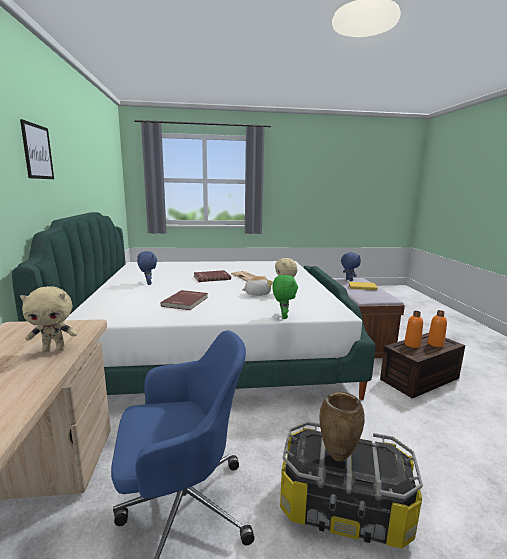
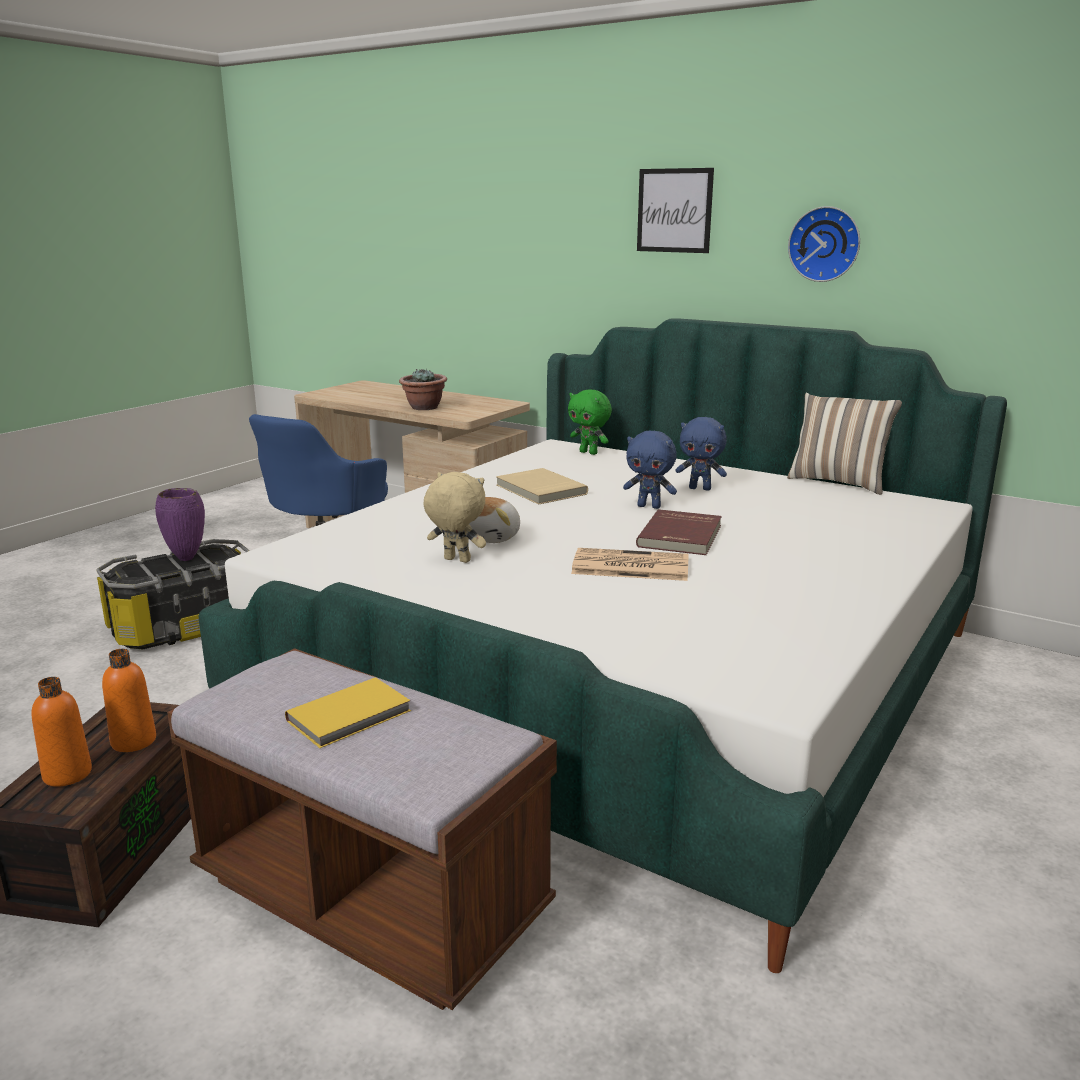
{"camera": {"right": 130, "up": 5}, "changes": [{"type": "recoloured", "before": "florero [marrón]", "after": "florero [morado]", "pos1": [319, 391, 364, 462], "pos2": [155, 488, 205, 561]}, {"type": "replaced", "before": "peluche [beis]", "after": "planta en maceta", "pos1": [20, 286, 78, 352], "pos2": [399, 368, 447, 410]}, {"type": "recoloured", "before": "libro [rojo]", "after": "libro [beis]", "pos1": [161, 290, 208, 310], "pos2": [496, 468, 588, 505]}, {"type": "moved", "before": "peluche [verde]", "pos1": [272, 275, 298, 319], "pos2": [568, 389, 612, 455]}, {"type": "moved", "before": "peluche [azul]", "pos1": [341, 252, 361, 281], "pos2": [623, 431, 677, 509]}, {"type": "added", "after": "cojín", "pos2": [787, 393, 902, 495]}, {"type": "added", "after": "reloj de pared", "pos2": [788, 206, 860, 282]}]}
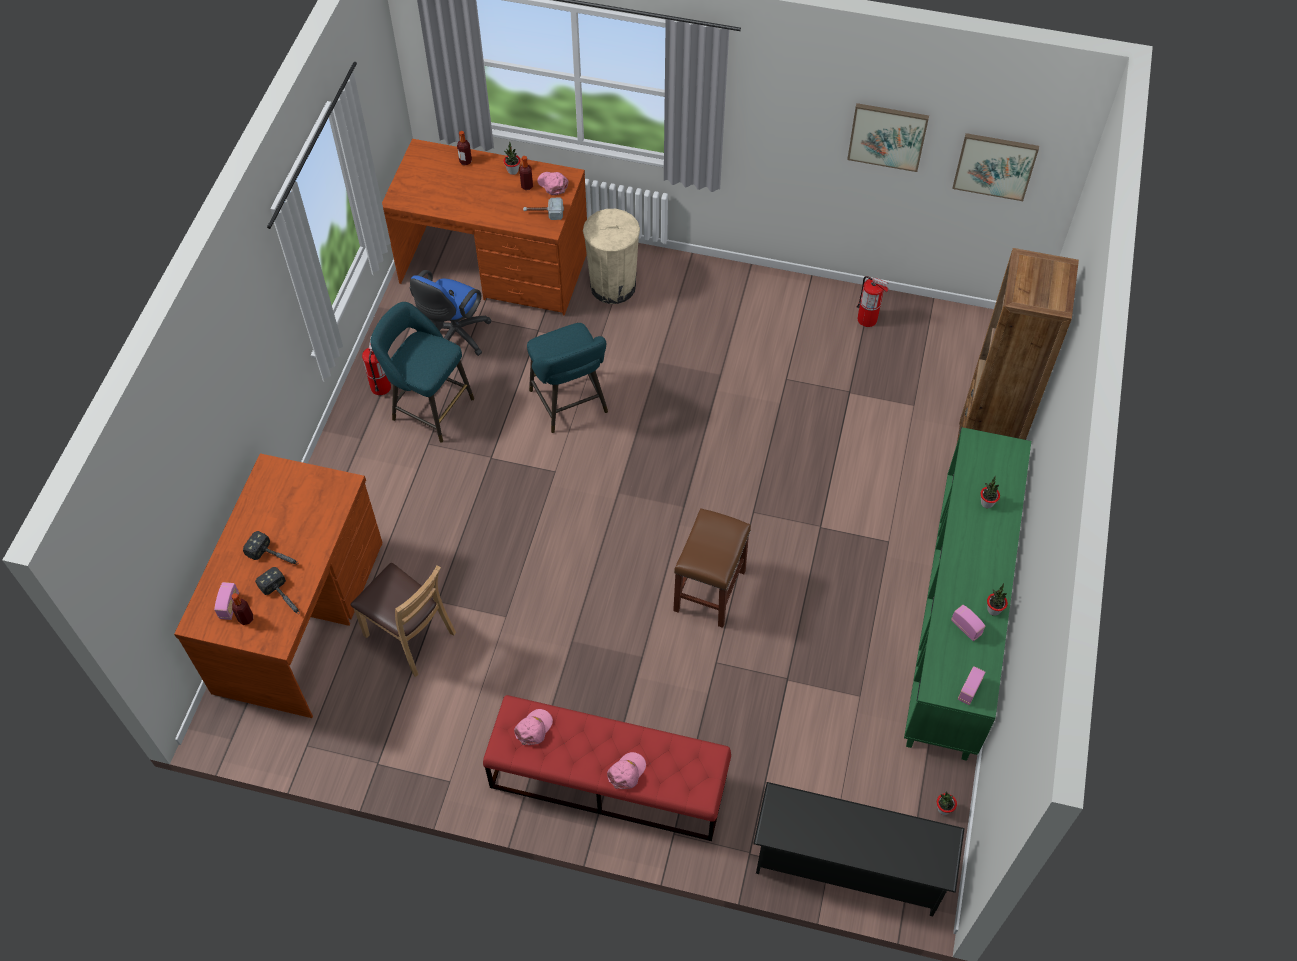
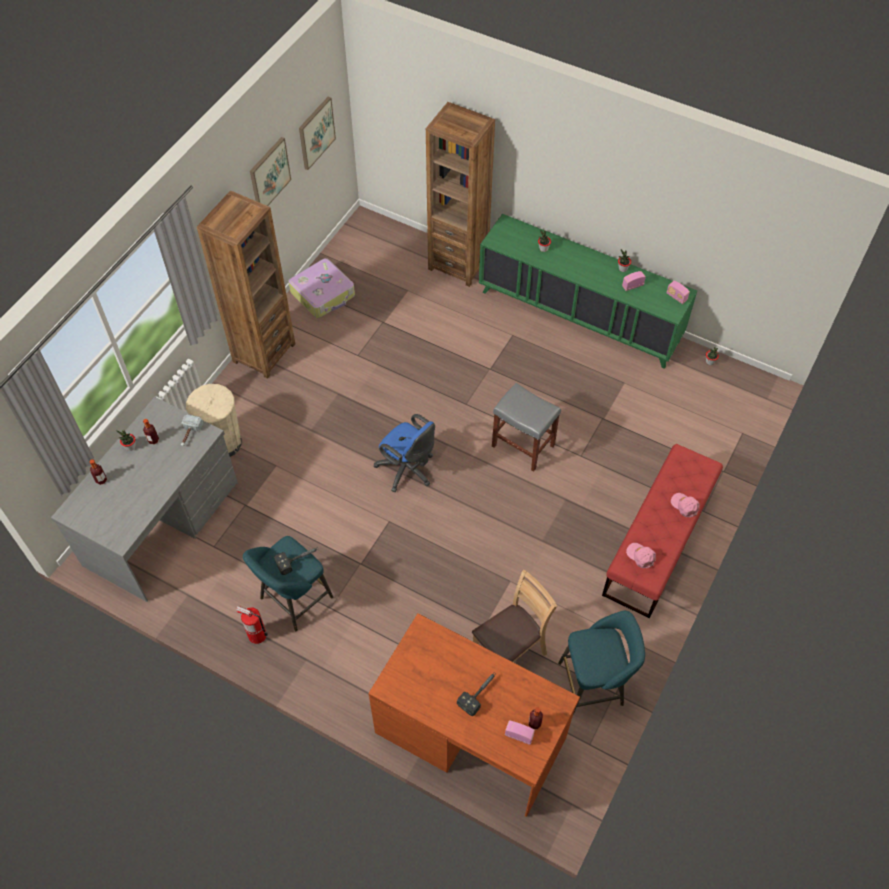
{"camera": {"right": -75, "up": 0}, "changes": [{"type": "recoloured", "before": "escritorio [marrón]", "after": "escritorio [gris]", "pos1": [382, 139, 587, 316], "pos2": [51, 397, 238, 602]}, {"type": "added", "after": "estantería [marrón]", "pos2": [197, 191, 295, 379]}, {"type": "moved", "before": "martillo", "pos1": [255, 567, 300, 613], "pos2": [274, 548, 319, 575]}, {"type": "replaced", "before": "extintor", "after": "maleta", "pos1": [857, 276, 888, 327], "pos2": [288, 258, 355, 318]}, {"type": "moved", "before": "silla de oficina [azul]", "pos1": [409, 270, 491, 356], "pos2": [374, 414, 435, 492]}, {"type": "recoloured", "before": "taburete [marrón]", "after": "taburete [gris]", "pos1": [673, 508, 751, 628], "pos2": [492, 383, 561, 471]}, {"type": "moved", "before": "taburete [turquesa]", "pos1": [527, 323, 608, 433], "pos2": [558, 611, 645, 714]}, {"type": "removed", "before": "gorra [rosa]", "pos1": [537, 172, 569, 195]}, {"type": "removed", "before": "zapatero [negro]", "pos1": [753, 782, 965, 916]}]}
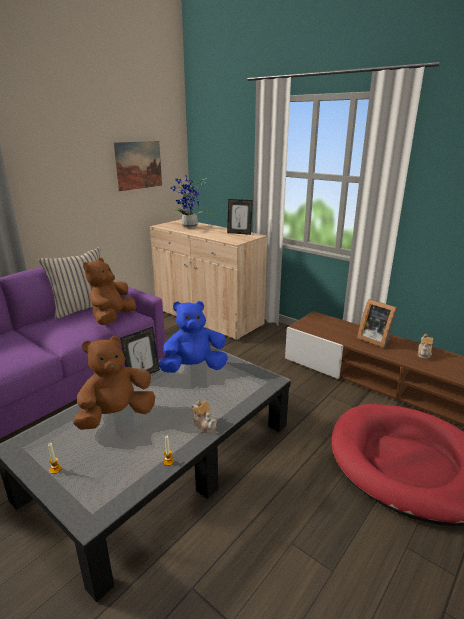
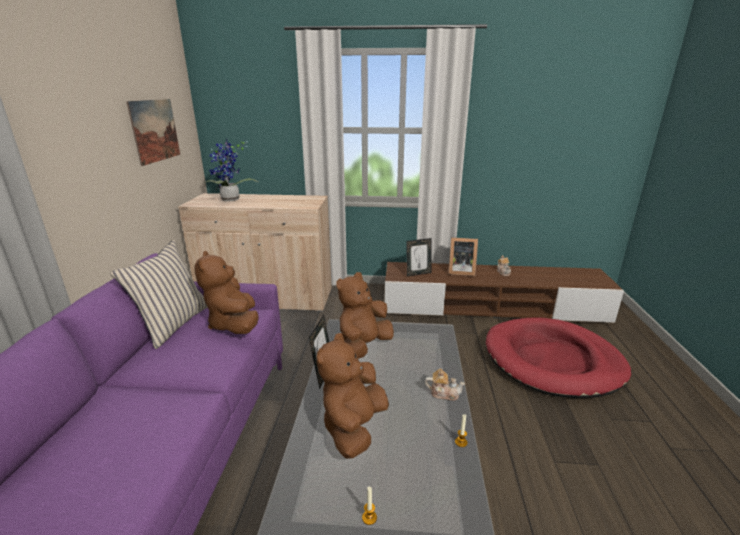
{"camera": {"right": -35, "up": 0}, "changes": [{"type": "recoloured", "before": "peluche [azul]", "after": "peluche [marrón]", "pos1": [158, 301, 228, 373], "pos2": [336, 272, 394, 359]}, {"type": "moved", "before": "portarretratos", "pos1": [227, 199, 253, 235], "pos2": [406, 238, 432, 276]}]}
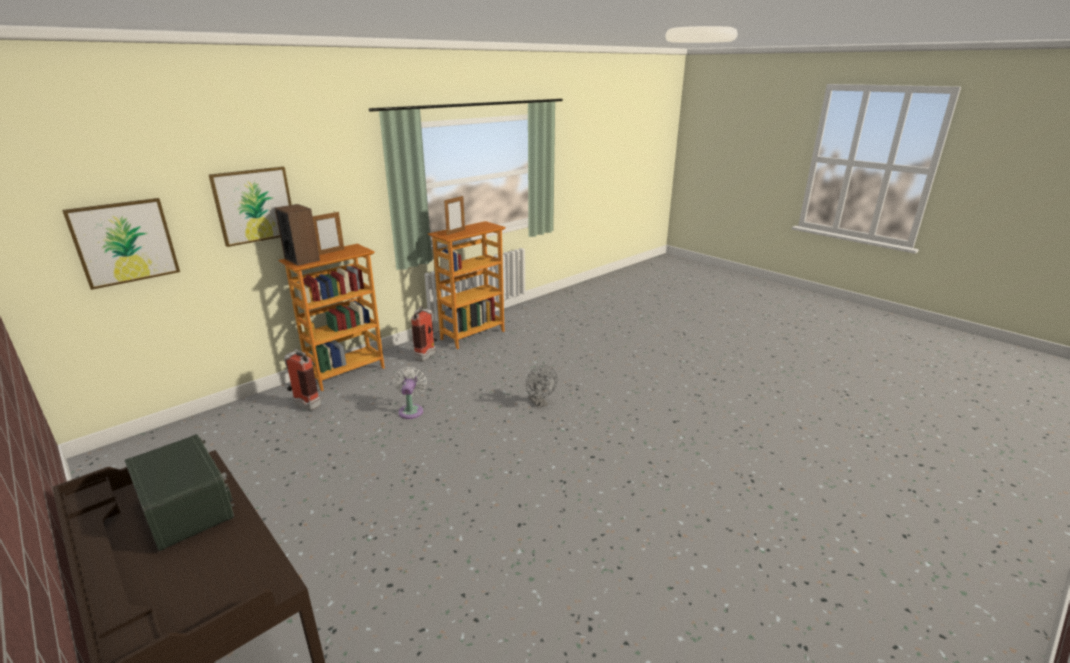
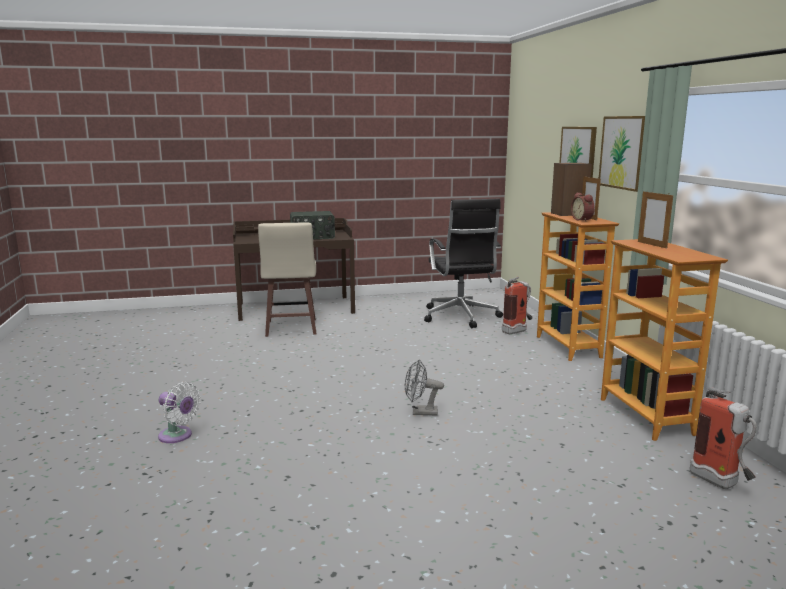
{"camera": {"right": 120, "up": -10}, "changes": [{"type": "moved", "before": "ventilador [blanco]", "pos1": [393, 367, 427, 419], "pos2": [158, 382, 200, 443]}, {"type": "added", "after": "taburete [beis]", "pos2": [258, 222, 317, 337]}, {"type": "added", "after": "silla de oficina [negro]", "pos2": [424, 199, 503, 328]}, {"type": "added", "after": "despertador", "pos2": [571, 193, 595, 221]}, {"type": "moved", "before": "cuadro", "pos1": [62, 198, 180, 290], "pos2": [599, 116, 645, 192]}, {"type": "moved", "before": "extintor", "pos1": [411, 306, 438, 361], "pos2": [690, 387, 757, 489]}]}
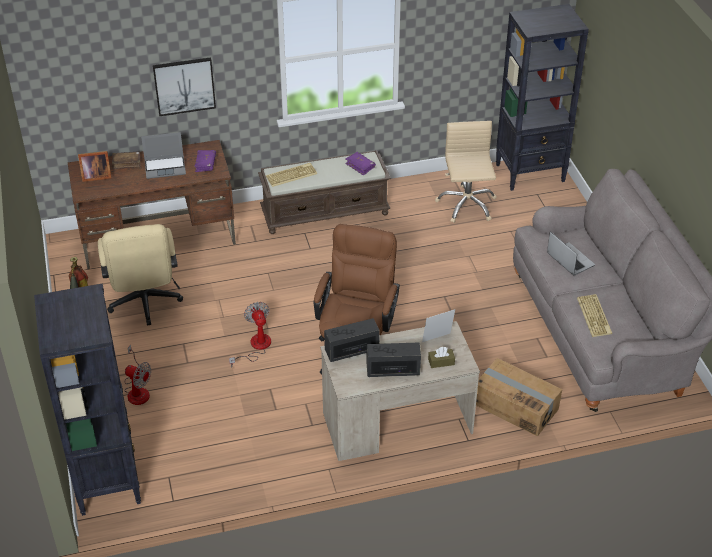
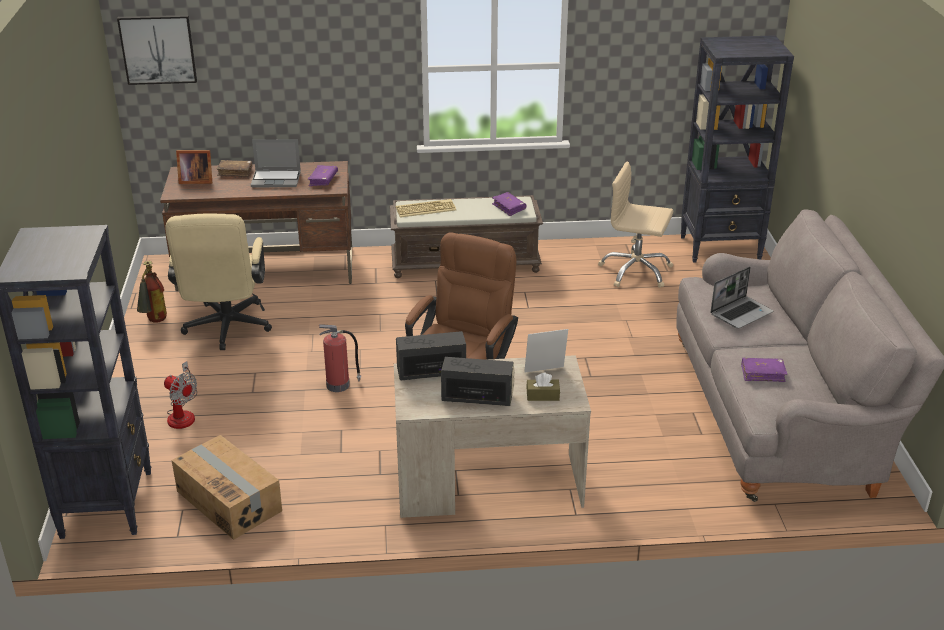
{"camera": {"right": 10, "up": -10}, "changes": [{"type": "moved", "before": "cuadro", "pos1": [153, 57, 216, 116], "pos2": [117, 15, 197, 85]}, {"type": "moved", "before": "caja de cartón", "pos1": [476, 358, 562, 437], "pos2": [171, 435, 282, 540]}, {"type": "replaced", "before": "ventilador", "after": "extintor", "pos1": [229, 302, 271, 368], "pos2": [319, 324, 361, 392]}, {"type": "turned", "before": "silla de oficina [beis]", "pos1": [435, 121, 497, 223], "pos2": [598, 161, 673, 288], "turn": -75}, {"type": "turned", "before": "portátil", "pos1": [547, 232, 595, 276], "pos2": [710, 267, 773, 329], "turn": 75}, {"type": "replaced", "before": "teclado", "after": "libro [morado]", "pos1": [577, 294, 612, 337], "pos2": [741, 358, 787, 382]}]}
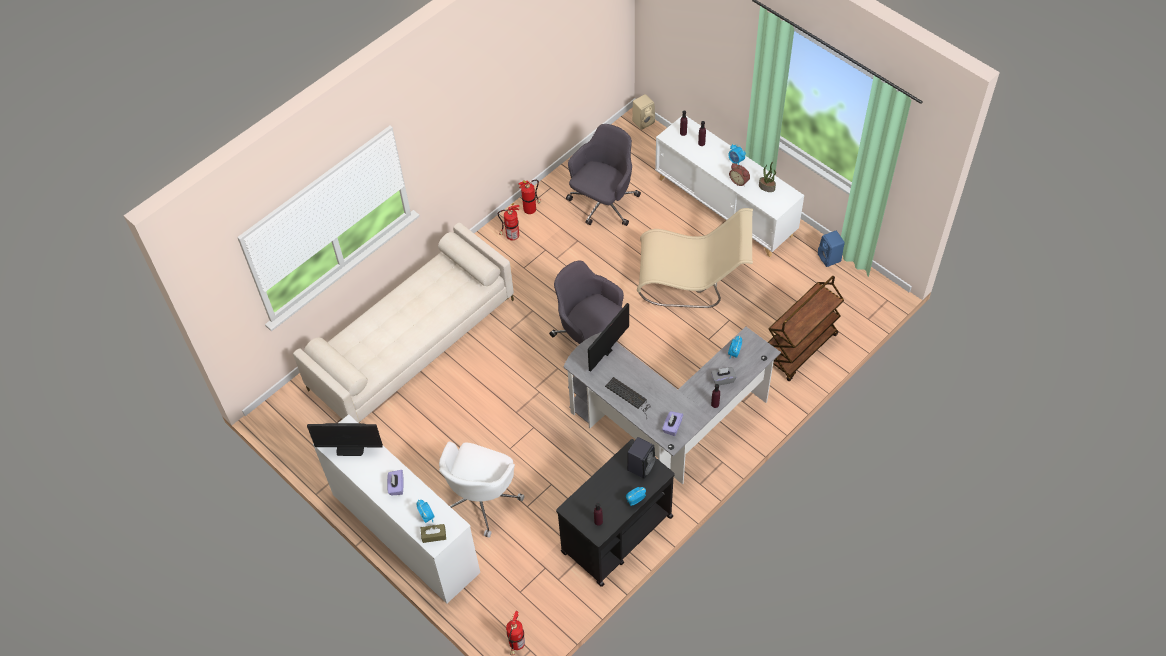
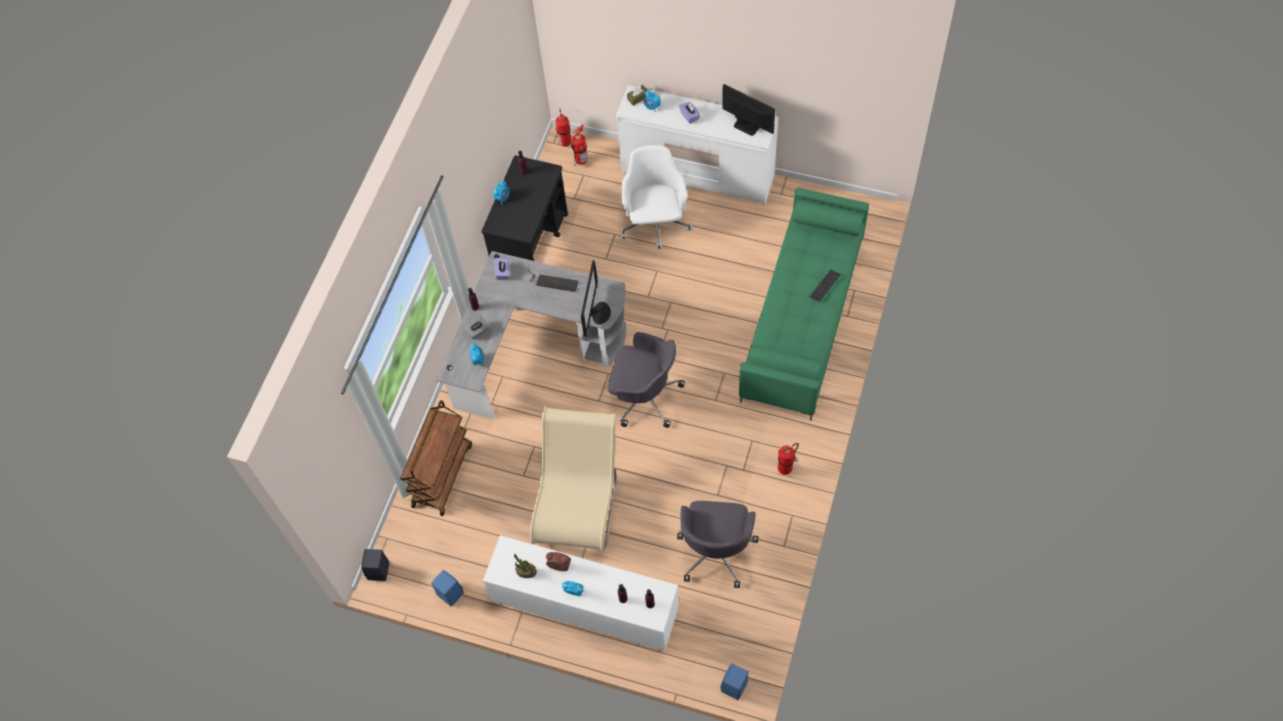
{"camera": {"right": 155, "up": 5}, "changes": [{"type": "moved", "before": "altavoz [negro]", "pos1": [627, 437, 656, 479], "pos2": [361, 549, 389, 581]}, {"type": "turned", "before": "silla [beis]", "pos1": [637, 208, 753, 308], "pos2": [530, 407, 617, 551], "turn": 120}, {"type": "moved", "before": "extintor", "pos1": [518, 180, 541, 214], "pos2": [571, 125, 588, 166]}, {"type": "recoloured", "before": "altavoz [beis]", "after": "altavoz [azul]", "pos1": [632, 94, 655, 130], "pos2": [720, 663, 749, 700]}, {"type": "turned", "before": "monitor", "pos1": [307, 423, 383, 456], "pos2": [722, 84, 775, 136], "turn": 60}, {"type": "recoloured", "before": "sofá [beis]", "after": "sofá [verde]", "pos1": [293, 222, 514, 423], "pos2": [739, 188, 869, 421]}, {"type": "added", "after": "teclado", "pos2": [809, 269, 841, 302]}]}
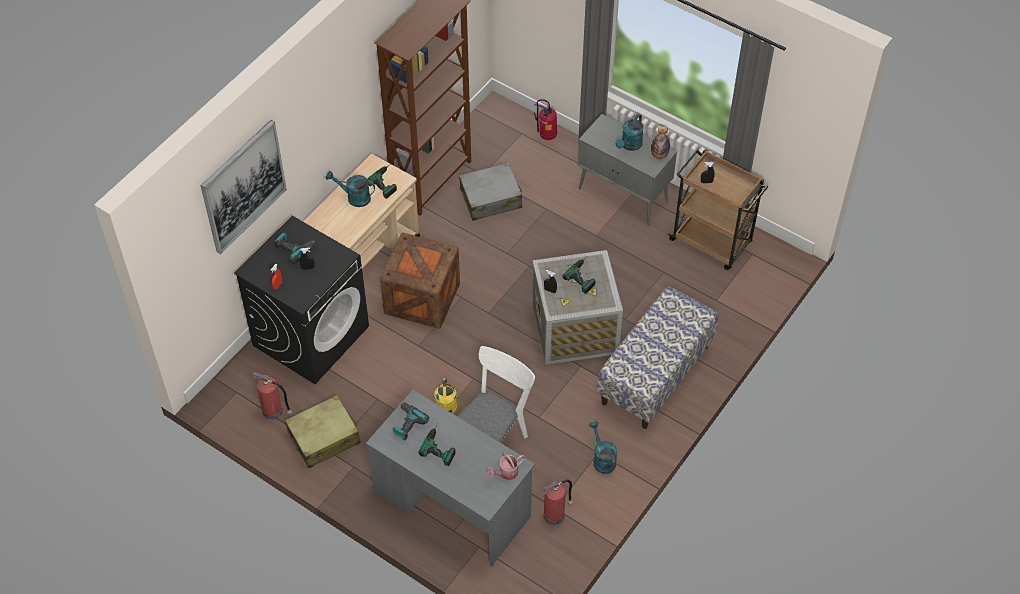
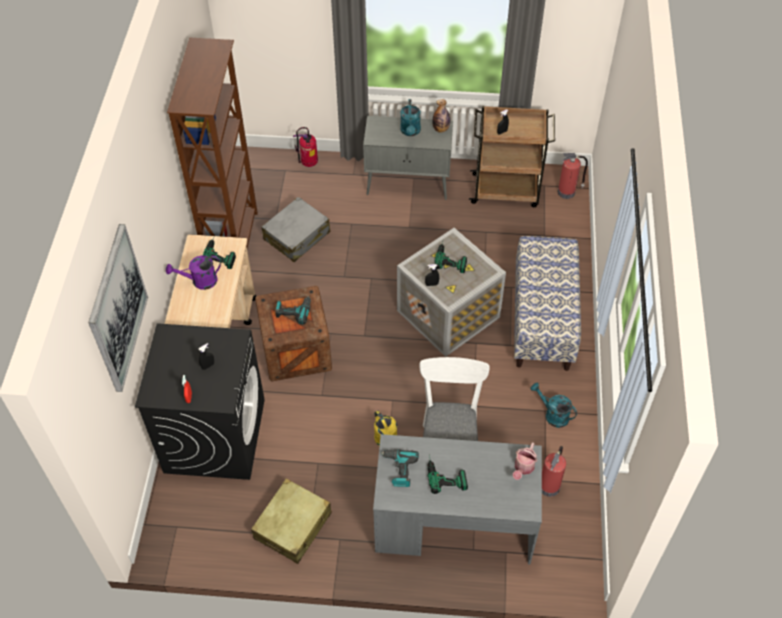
{"camera": {"right": -30, "up": 0}, "changes": [{"type": "recoloured", "before": "regadera [turquesa]", "after": "regadera [morado]", "pos1": [326, 171, 375, 207], "pos2": [166, 255, 221, 290]}, {"type": "moved", "before": "taladro", "pos1": [275, 232, 315, 264], "pos2": [275, 296, 311, 325]}, {"type": "moved", "before": "extintor", "pos1": [252, 371, 292, 420], "pos2": [558, 153, 588, 199]}]}
